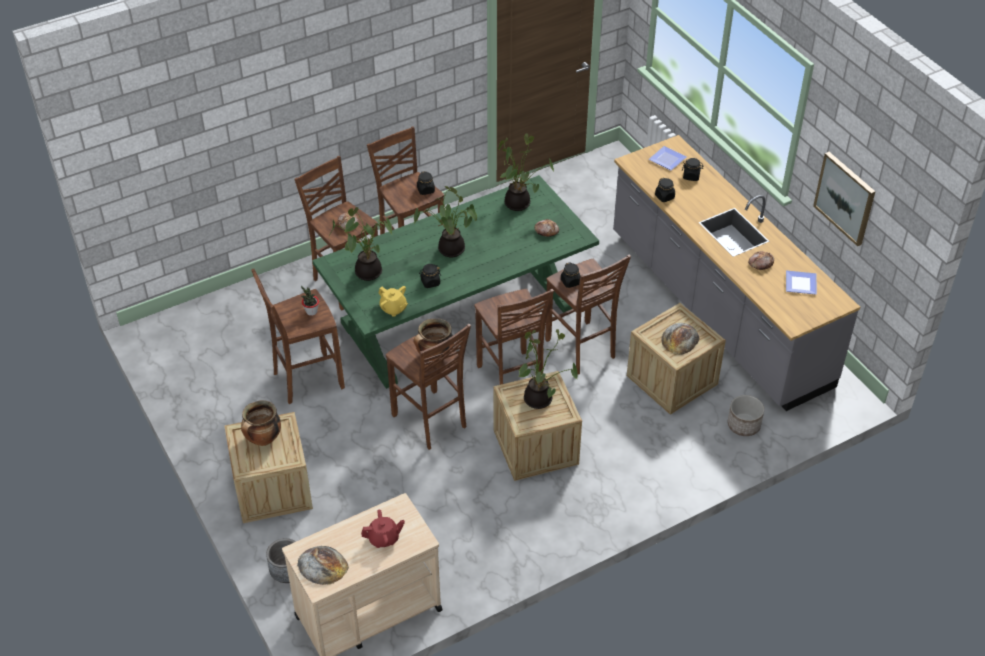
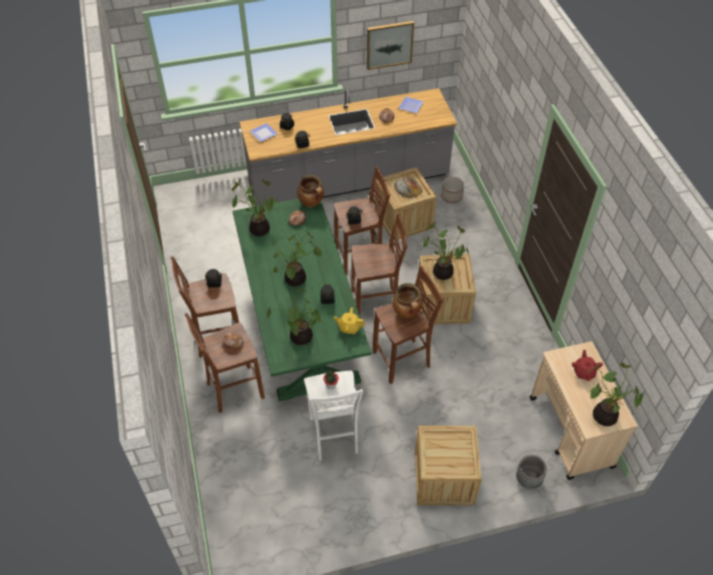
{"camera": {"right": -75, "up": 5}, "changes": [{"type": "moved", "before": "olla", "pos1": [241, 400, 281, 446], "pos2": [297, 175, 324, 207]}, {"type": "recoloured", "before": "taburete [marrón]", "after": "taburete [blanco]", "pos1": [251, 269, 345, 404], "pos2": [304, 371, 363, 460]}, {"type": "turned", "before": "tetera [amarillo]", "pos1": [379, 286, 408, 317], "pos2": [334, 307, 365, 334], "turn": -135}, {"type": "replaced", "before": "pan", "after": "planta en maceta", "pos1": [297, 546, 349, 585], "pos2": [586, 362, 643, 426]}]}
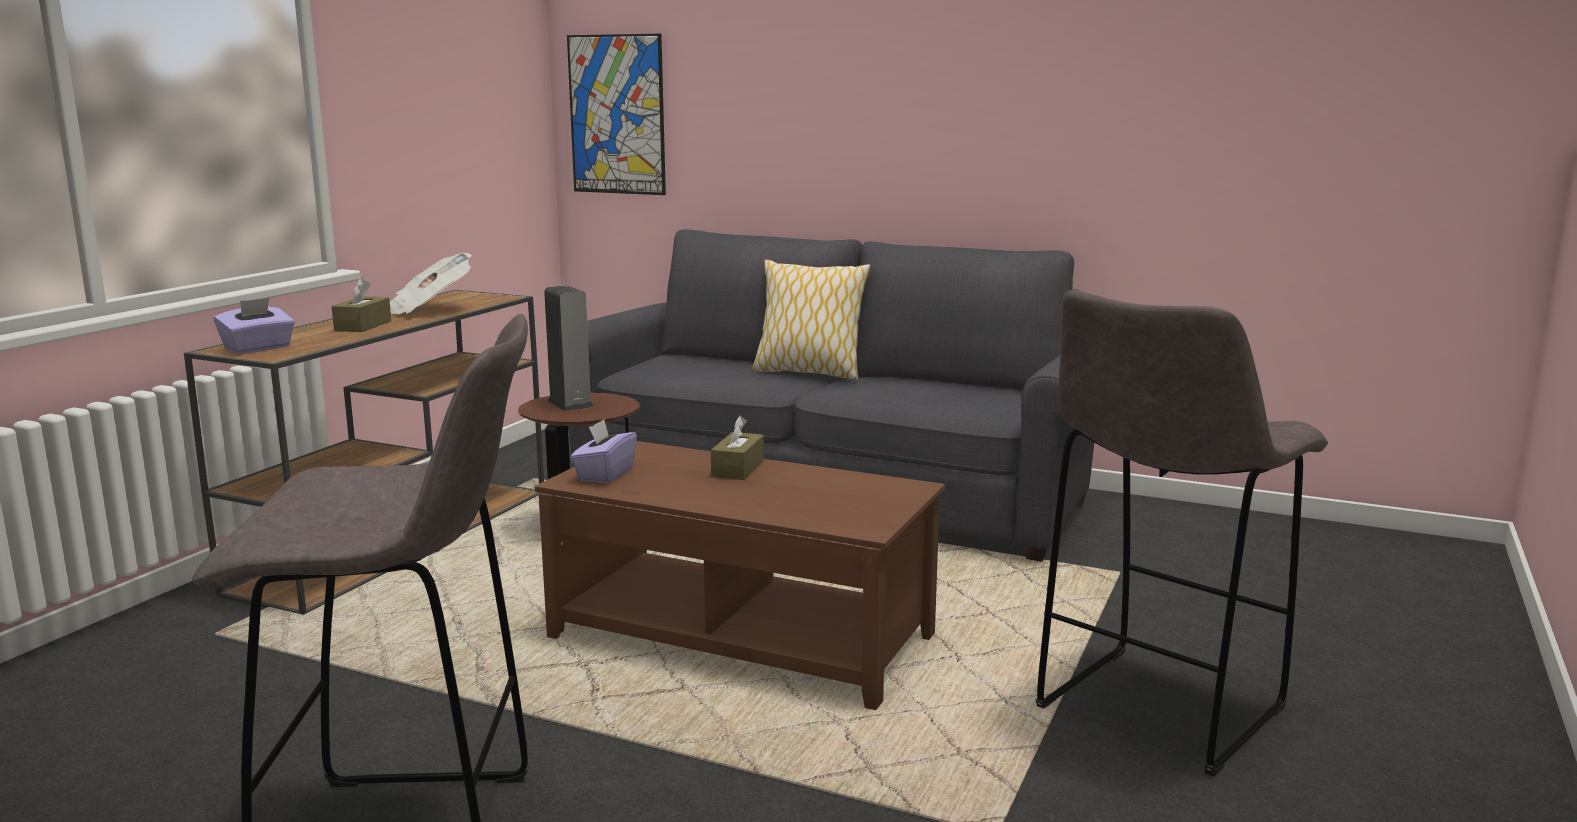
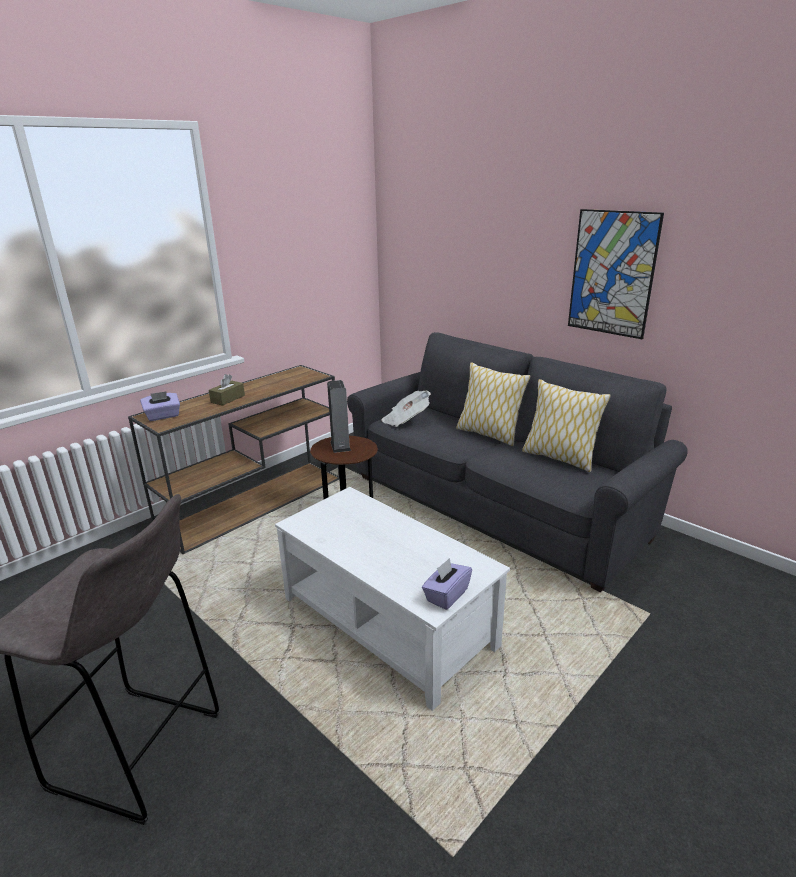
{"camera": {"right": 20, "up": 10}, "changes": [{"type": "recoloured", "before": "mesa de centro [marrón]", "after": "mesa de centro [blanco]", "pos1": [535, 441, 945, 710], "pos2": [275, 487, 510, 711]}, {"type": "moved", "before": "periódico", "pos1": [390, 253, 472, 314], "pos2": [381, 391, 431, 427]}, {"type": "moved", "before": "caja de pañuelos [morado]", "pos1": [570, 419, 637, 484], "pos2": [422, 558, 472, 610]}, {"type": "added", "after": "cojín", "pos2": [522, 379, 611, 472]}, {"type": "moved", "before": "cuadro", "pos1": [567, 34, 666, 195], "pos2": [568, 209, 664, 339]}, {"type": "removed", "before": "caja de pañuelos [marrón]", "pos1": [711, 416, 764, 480]}, {"type": "removed", "before": "taburete [gris]", "pos1": [1036, 290, 1328, 777]}]}
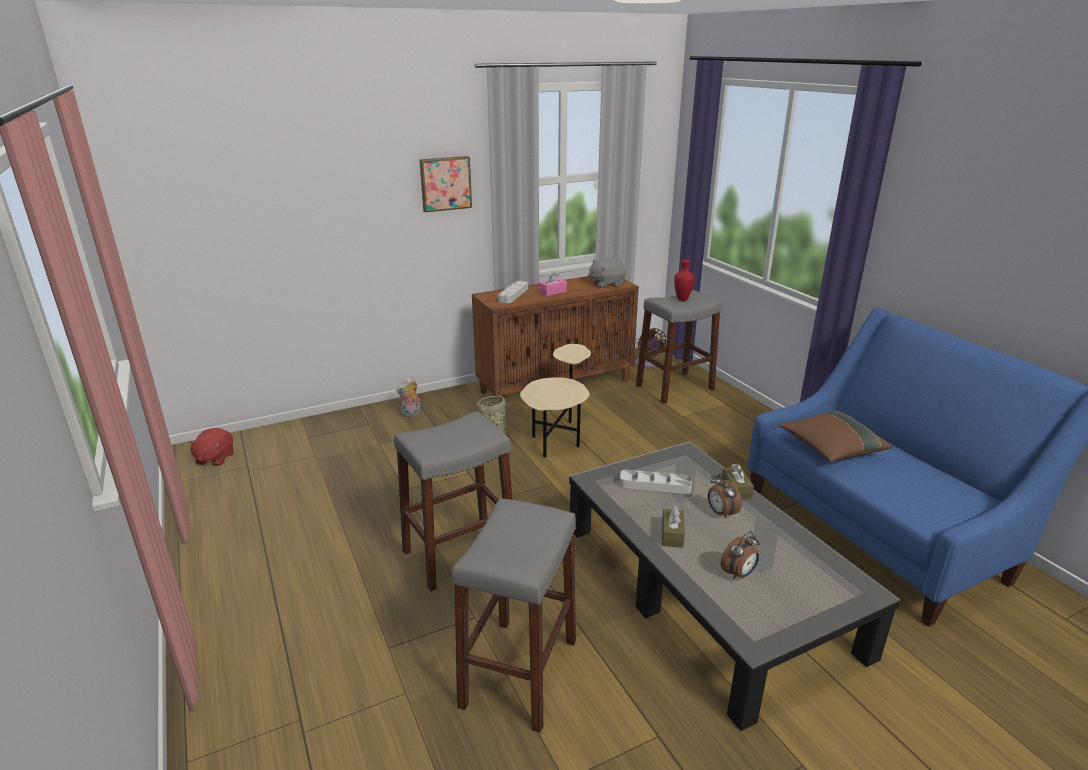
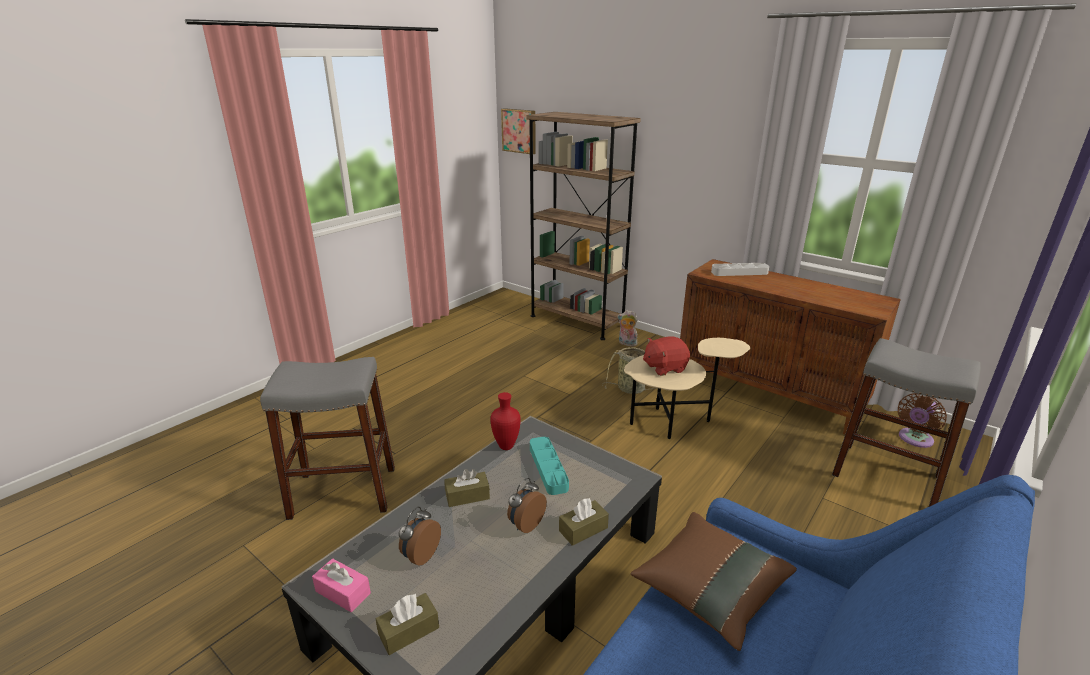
{"camera": {"right": 65, "up": 0}, "changes": [{"type": "moved", "before": "caja de pañuelos [rosa]", "pos1": [539, 272, 567, 296], "pos2": [312, 558, 371, 612]}, {"type": "added", "after": "caja de pañuelos [marrón]", "pos2": [376, 593, 439, 655]}, {"type": "turned", "before": "despertador", "pos1": [721, 531, 759, 580], "pos2": [399, 506, 441, 566], "turn": 90}, {"type": "moved", "before": "florero [rojo]", "pos1": [674, 260, 695, 301], "pos2": [490, 392, 521, 450]}, {"type": "moved", "before": "cuadro", "pos1": [419, 156, 472, 212], "pos2": [501, 108, 536, 154]}, {"type": "added", "after": "estantería [marrón]", "pos2": [526, 112, 641, 340]}, {"type": "recoloured", "before": "bandeja [gris]", "after": "bandeja [turquesa]", "pos1": [620, 470, 692, 494], "pos2": [530, 437, 569, 495]}, {"type": "moved", "before": "peluche [rojo]", "pos1": [187, 428, 233, 466], "pos2": [643, 336, 690, 376]}, {"type": "removed", "before": "taburete [gris]", "pos1": [394, 411, 513, 592]}, {"type": "removed", "before": "peluche [gris]", "pos1": [588, 258, 626, 288]}]}
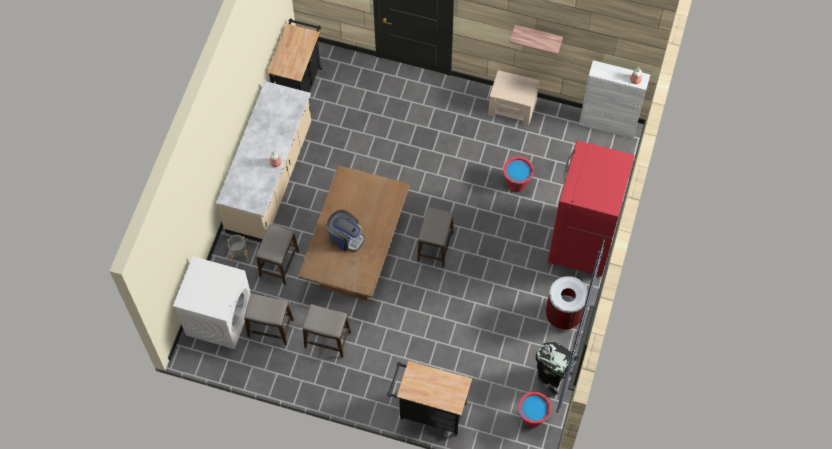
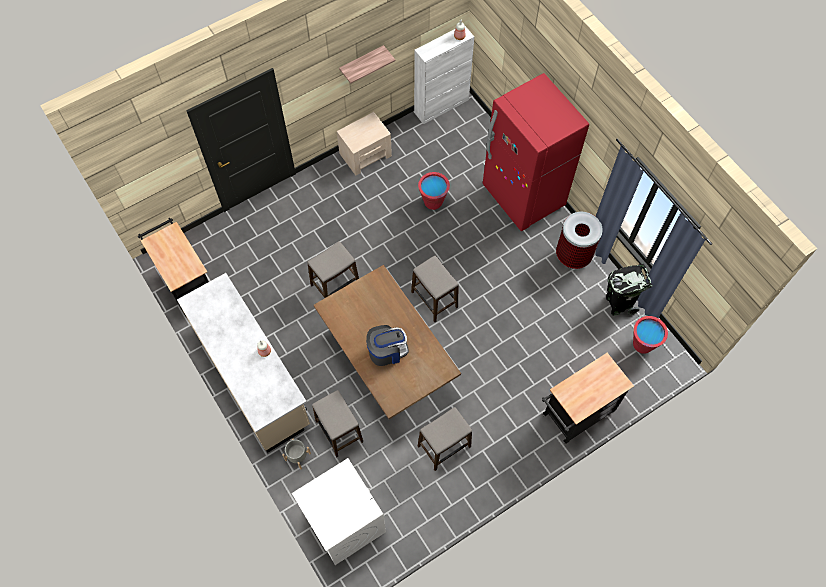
{"camera": {"right": -50, "up": 0}, "changes": [{"type": "moved", "before": "taburete", "pos1": [244, 293, 294, 345], "pos2": [308, 241, 359, 298]}]}
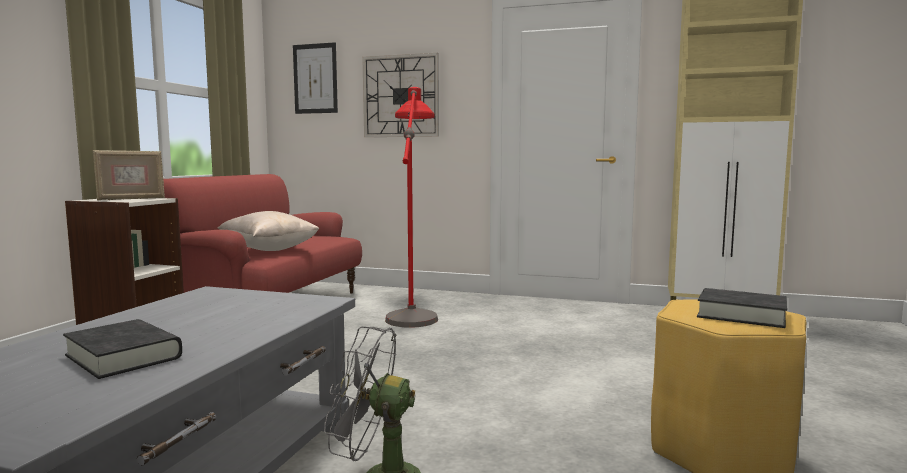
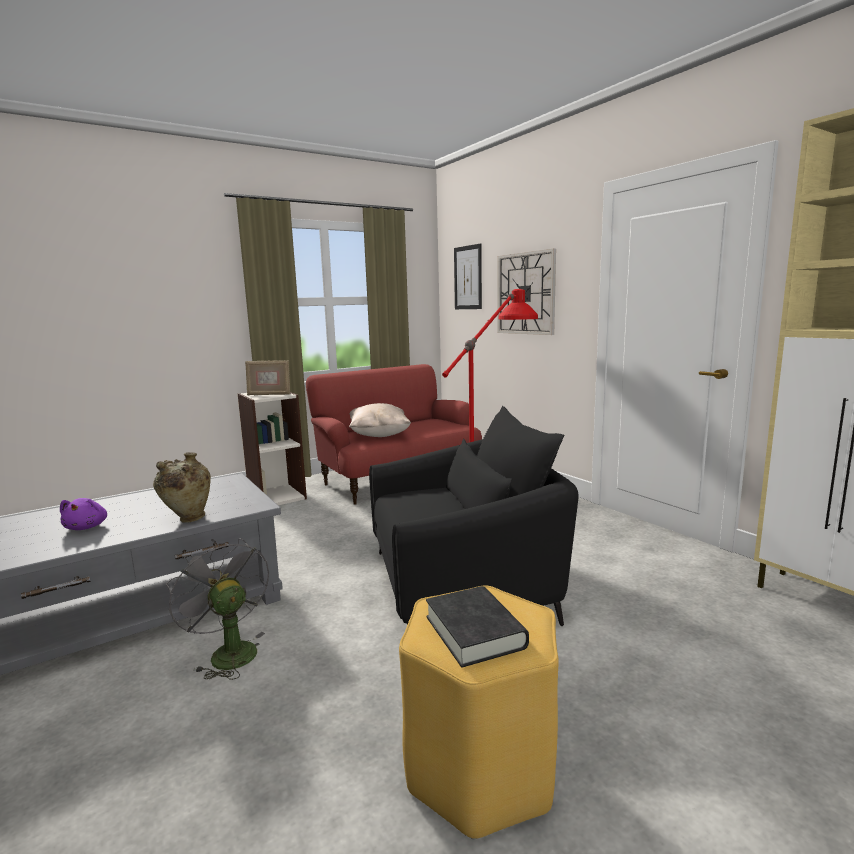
{"camera": {"right": 40, "up": 5}, "changes": [{"type": "replaced", "before": "libro [negro]", "after": "peluche [morado]", "pos1": [63, 319, 182, 379], "pos2": [60, 498, 107, 530]}, {"type": "added", "after": "florero [beis]", "pos2": [153, 452, 211, 523]}, {"type": "added", "after": "sillón [negro]", "pos2": [369, 406, 579, 626]}]}
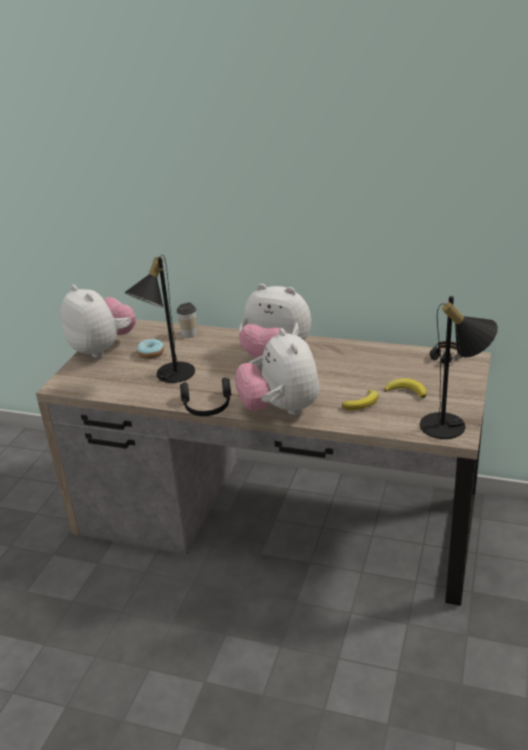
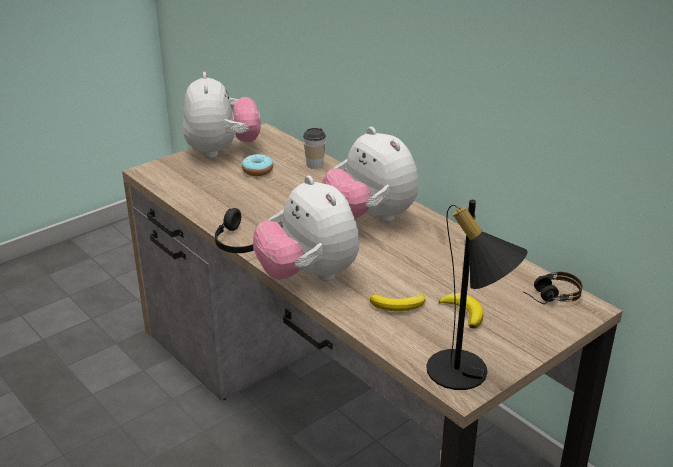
{"camera": {"right": 30, "up": 0}, "changes": [{"type": "turned", "before": "peluche", "pos1": [236, 328, 319, 415], "pos2": [253, 175, 359, 281], "turn": -45}, {"type": "removed", "before": "lámpara de mesa [negro]", "pos1": [124, 255, 195, 383]}]}
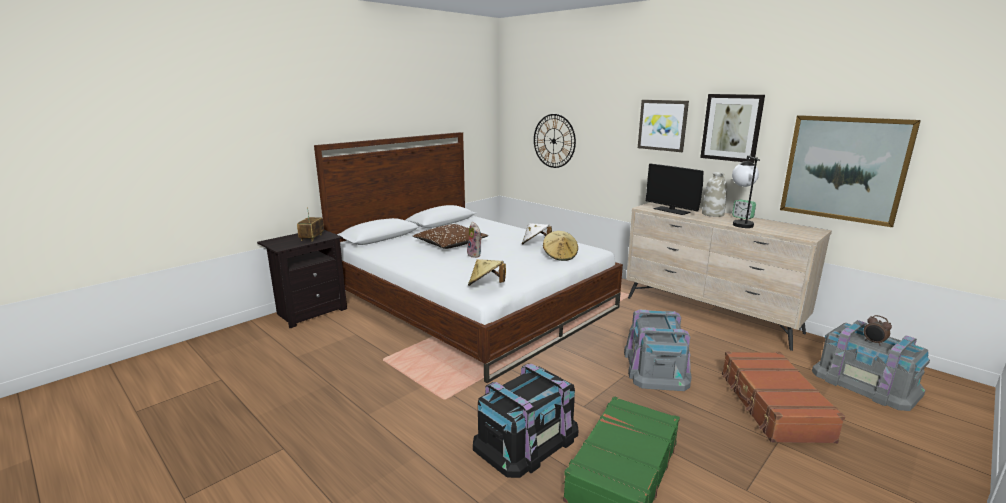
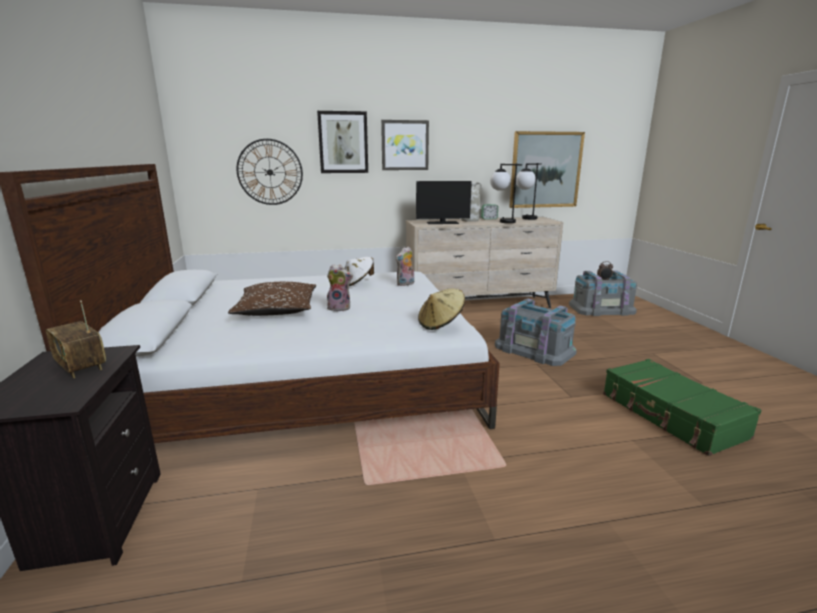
{"camera": {"right": -55, "up": 0}, "changes": [{"type": "moved", "before": "cuadro", "pos1": [700, 94, 765, 163], "pos2": [317, 111, 368, 173]}, {"type": "replaced", "before": "sombrero [beis]", "after": "peluche", "pos1": [543, 231, 578, 261], "pos2": [395, 247, 414, 286]}, {"type": "added", "after": "lámpara de mesa", "pos2": [516, 163, 542, 220]}, {"type": "removed", "before": "caja de almacenaje [negro]", "pos1": [473, 364, 578, 478]}, {"type": "removed", "before": "maleta [marrón]", "pos1": [722, 351, 845, 443]}]}
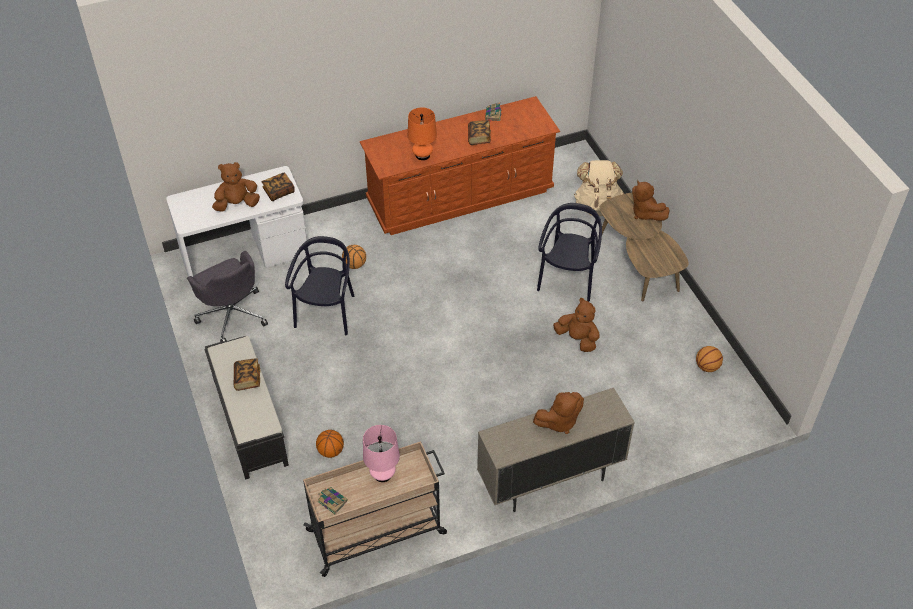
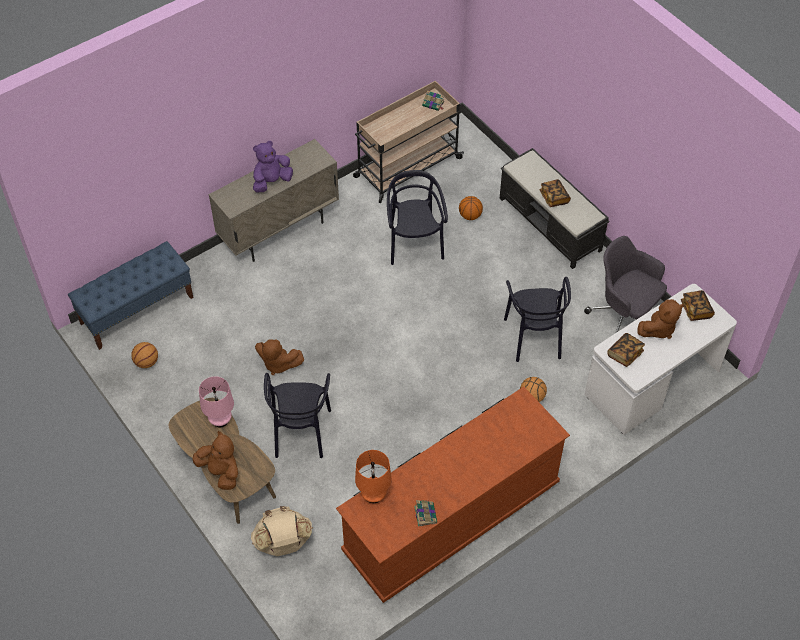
{"camera": {"right": 165, "up": 5}, "changes": [{"type": "added", "after": "banco [azul]", "pos2": [68, 241, 194, 350]}, {"type": "moved", "before": "lámpara de mesa [rosa]", "pos1": [363, 425, 400, 482], "pos2": [199, 376, 234, 427]}, {"type": "recoloured", "before": "peluche [marrón]", "after": "peluche [morado]", "pos1": [533, 392, 584, 434], "pos2": [253, 141, 293, 193]}, {"type": "moved", "before": "lámpara de mesa [naranja]", "pos1": [408, 107, 437, 160], "pos2": [355, 450, 392, 503]}, {"type": "added", "after": "silla [negro]", "pos2": [387, 170, 448, 265]}, {"type": "moved", "before": "libro", "pos1": [468, 120, 491, 145], "pos2": [681, 290, 715, 321]}]}
